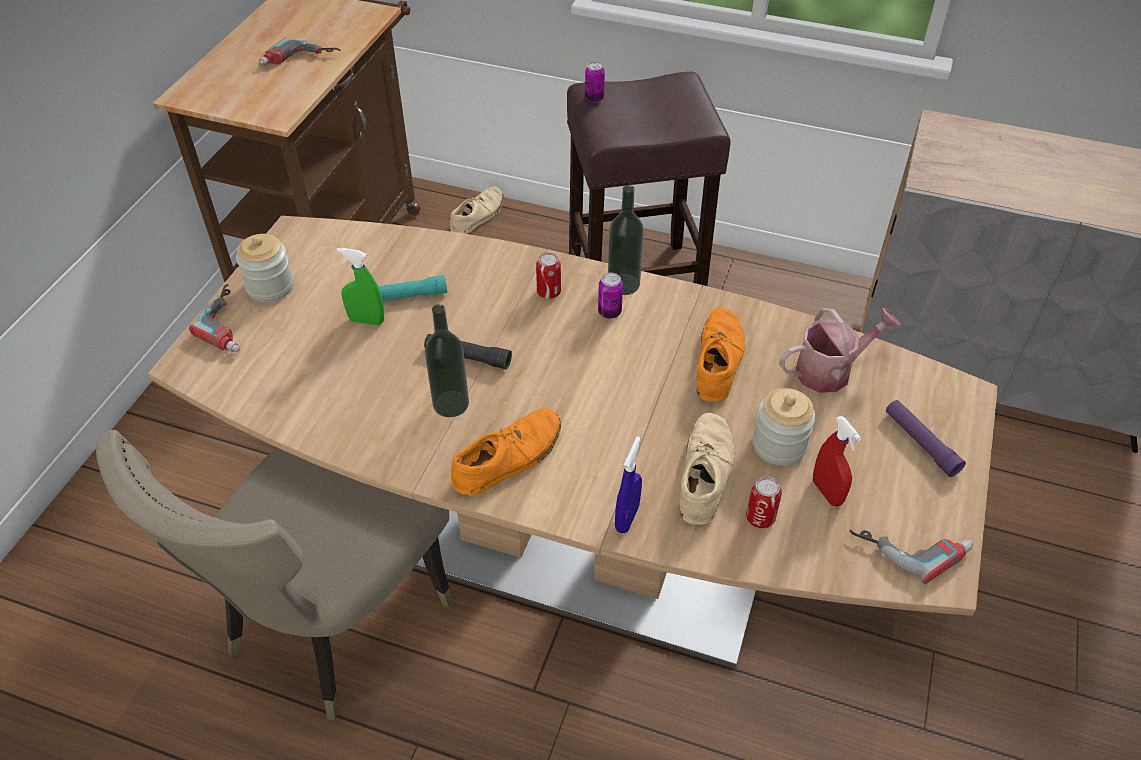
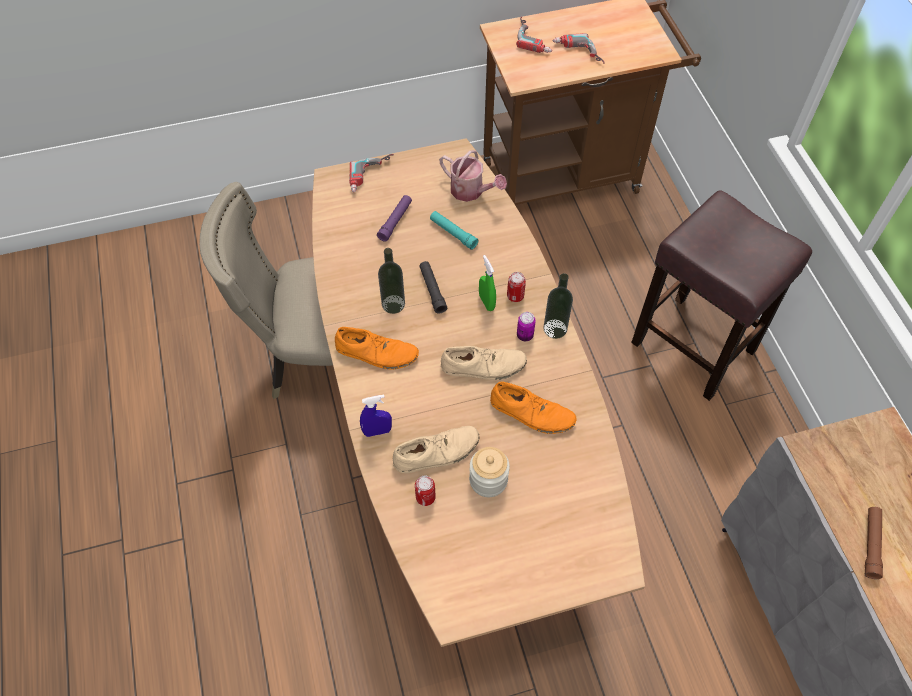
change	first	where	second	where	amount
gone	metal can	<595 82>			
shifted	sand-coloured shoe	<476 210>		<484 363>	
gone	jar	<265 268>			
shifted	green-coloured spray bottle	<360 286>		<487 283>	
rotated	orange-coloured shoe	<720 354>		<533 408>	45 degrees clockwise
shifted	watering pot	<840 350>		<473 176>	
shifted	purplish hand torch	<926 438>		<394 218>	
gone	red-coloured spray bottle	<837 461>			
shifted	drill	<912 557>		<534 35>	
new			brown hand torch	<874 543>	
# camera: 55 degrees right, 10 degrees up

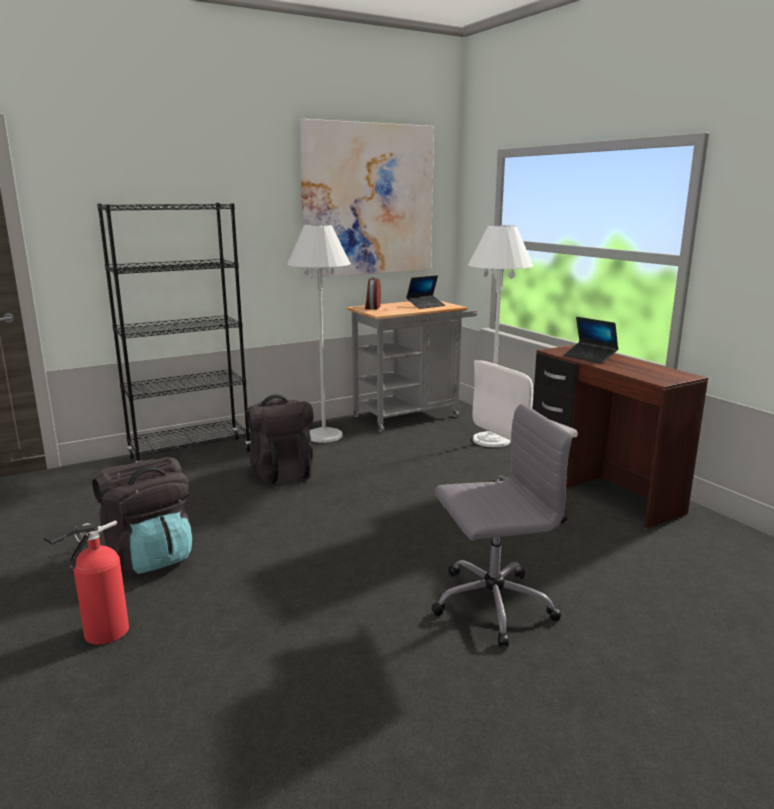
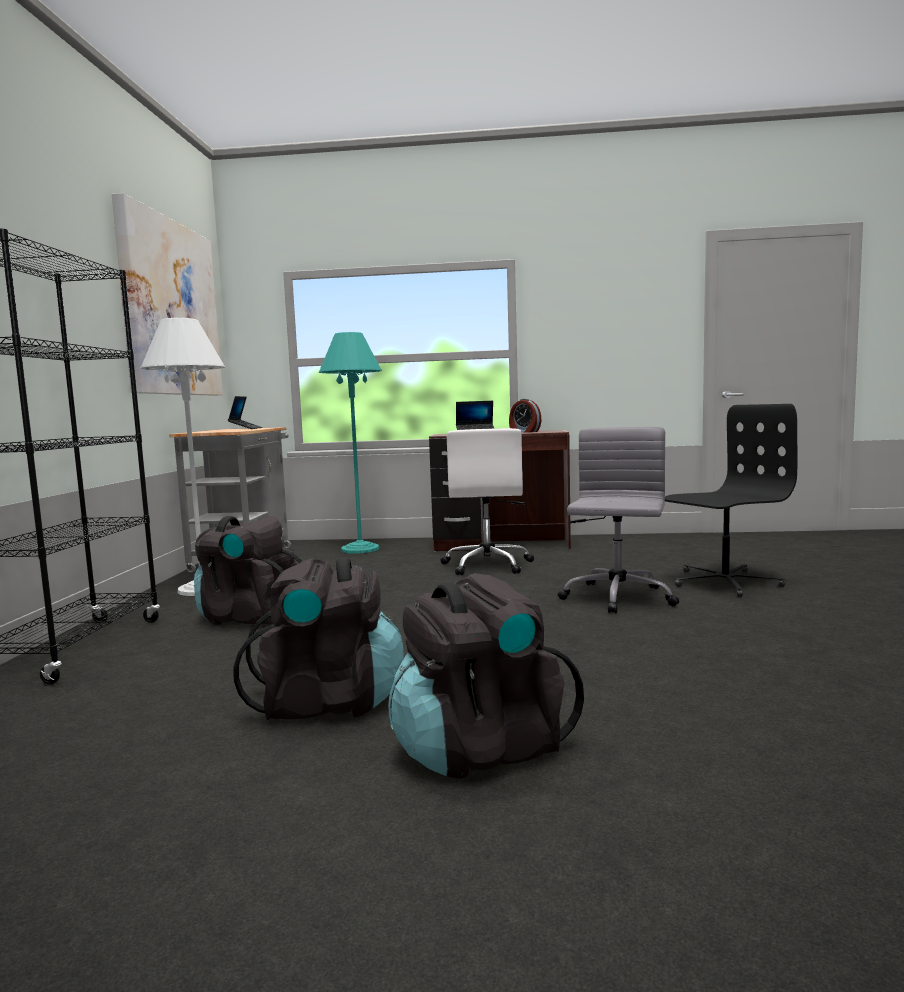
change	first	where	second	where	amount
repainted	white standard lamp	<500 336>	turquoise standard lamp	<350 443>	
shifted	bedside clock	<373 293>		<525 416>	
swapped	fire-fighting cylinder	<86 582>	black-coloured backpack	<486 676>	
new			black-coloured computer chair	<731 500>	
# camera: 55 degrees left, 10 degrees down

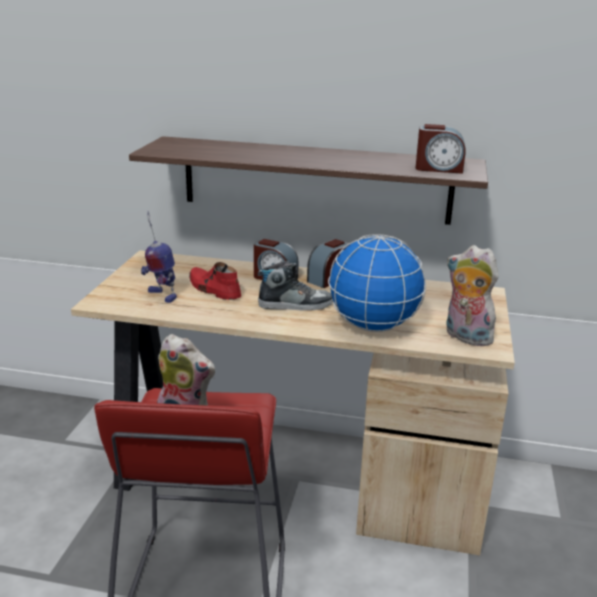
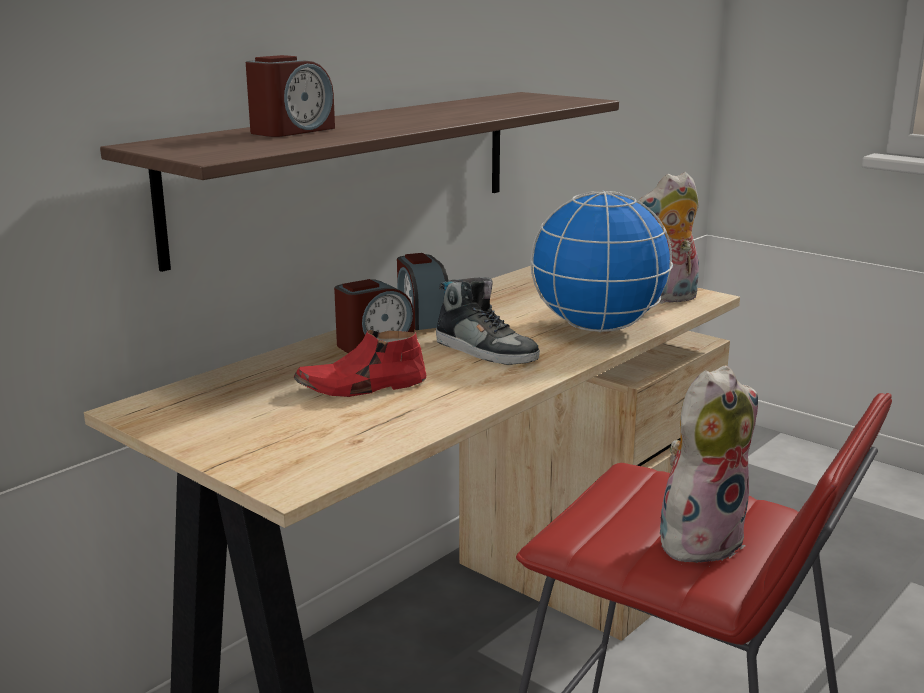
change	first	where	second	where	amount
shifted	bedside clock	<440 149>		<290 96>	
gone	toy robot	<159 257>			
rotated	shoe	<295 285>		<488 321>	105 degrees clockwise
# camera: 60 degrees left, 5 degrees down

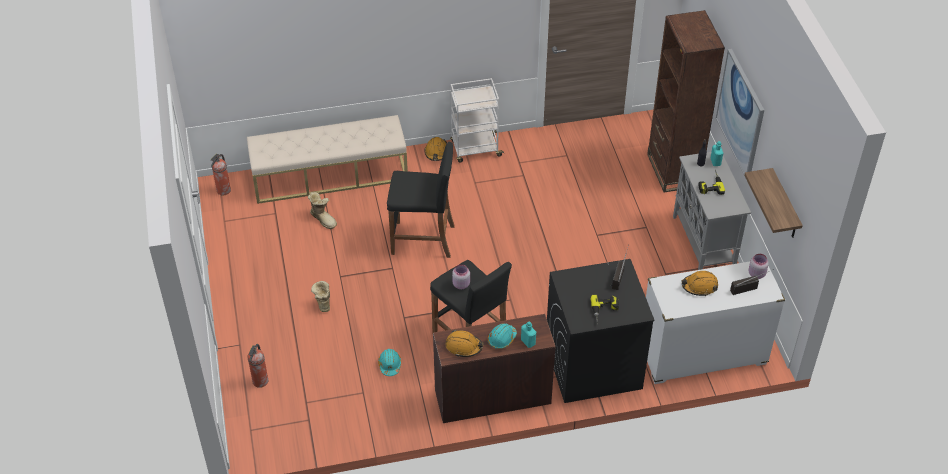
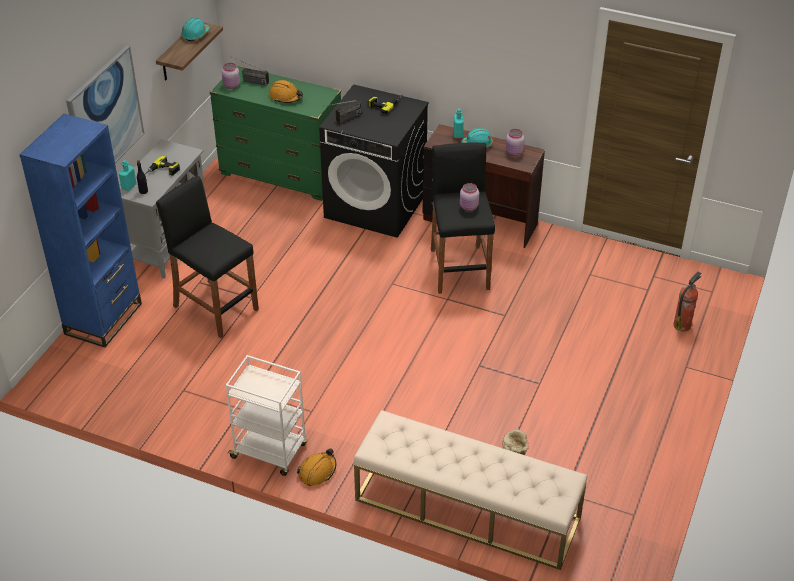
change	first	where	second	where	amount
repainted	brown bookcase	<686 101>	blue bookcase	<80 231>	
shifted	black-coloured stool seat	<421 200>		<207 257>	
gone	fire-fighting cylinder	<221 174>			
repainted	white dresser	<715 322>	green-coloured dresser	<275 133>	
gone	boot	<320 296>			
swapped	orange-coloured hard hat	<465 343>	pink jar	<515 142>	
shifted	turquoise hard hat	<389 362>		<195 29>	
# camera: 145 degrees left, 5 degrees down

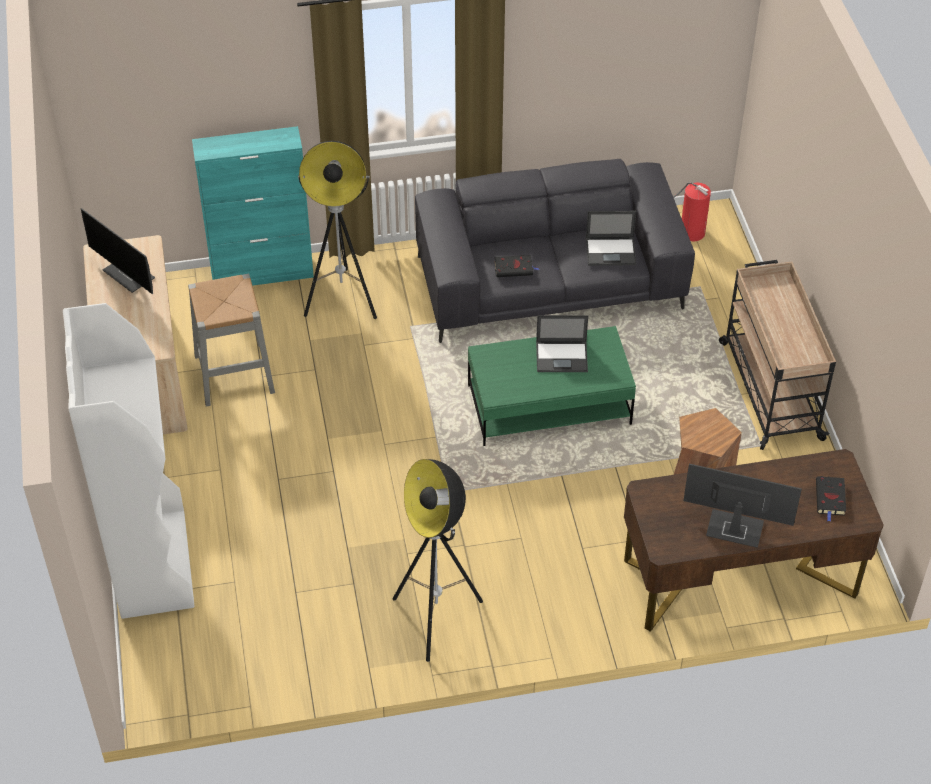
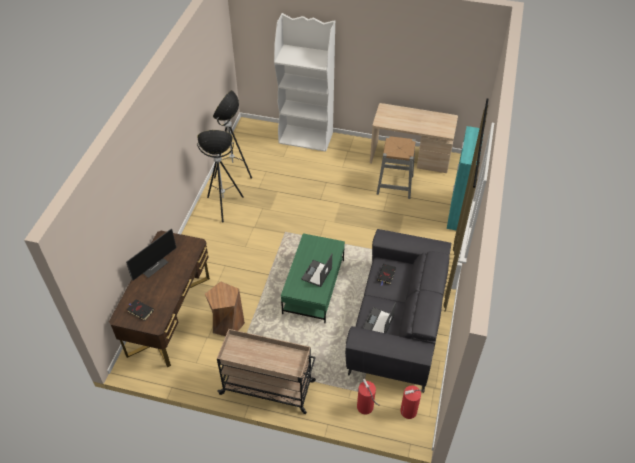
change	first	where	second	where	amount
shifted	standard lamp	<337 230>		<232 134>	
gone	computer screen	<118 251>			
new			fire-fighting cylinder	<368 396>	
# camera: 115 degrees right, 0 degrees up

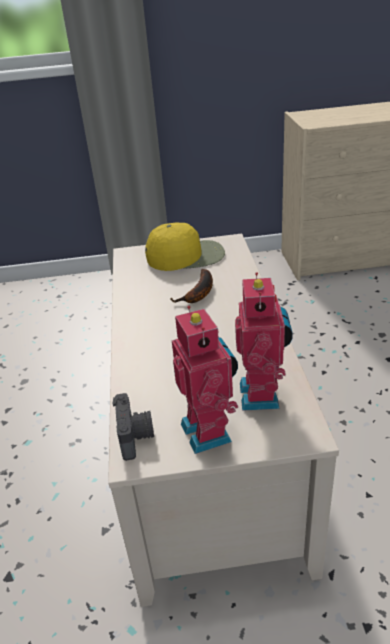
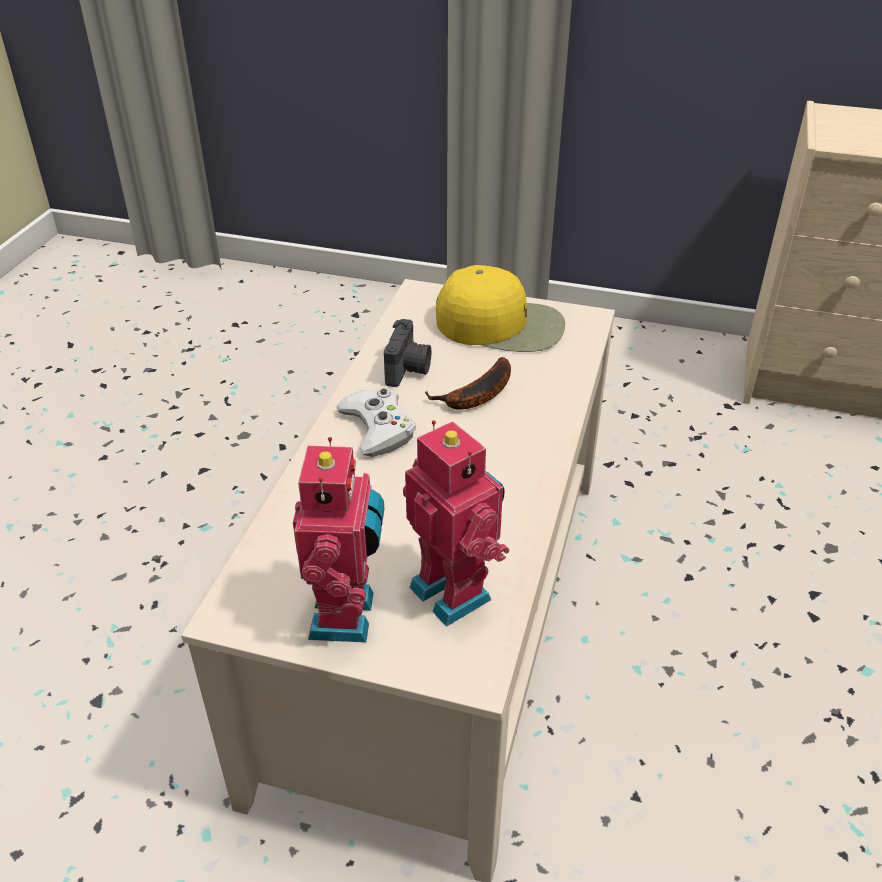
change	first	where	second	where	amount
rotated	toy robot	<264 341>		<456 523>	60 degrees counterclockwise
shifted	still camera	<133 427>		<407 353>	
new			white gamepad	<376 423>	
# camera: 20 degrees right, 5 degrees up

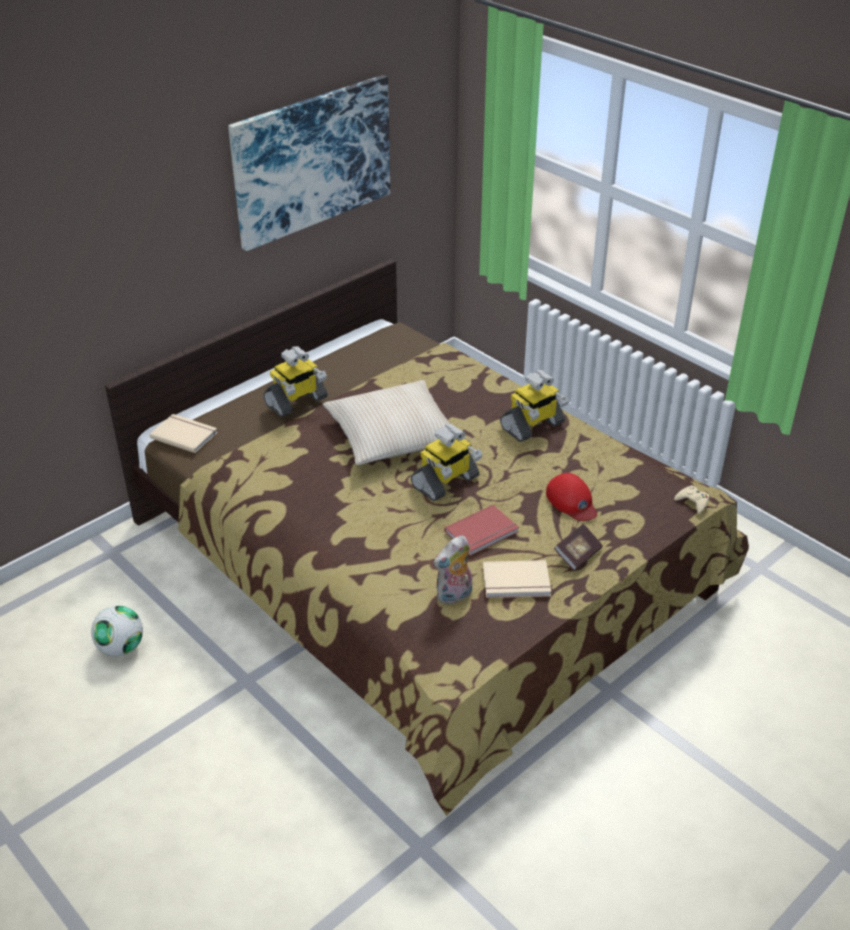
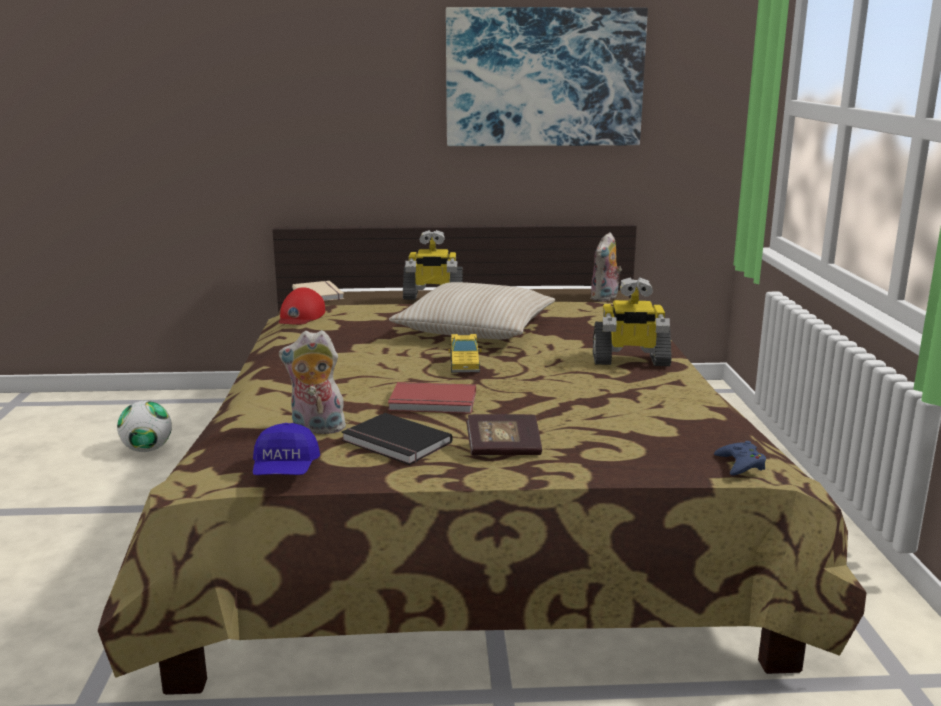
change	first	where	second	where	amount
swapped	toy robot	<446 462>	yellowish toy car	<465 353>	
shifted	red-coloured peaked cap	<571 497>		<302 306>	
repainted	sand-coloured gamepad	<692 499>	blue gamepad	<740 458>	
repainted	sand-coloured bound book	<517 579>	black-coloured bound book	<397 439>	
new			cuddly toy	<606 267>	
new			blue peaked cap	<286 449>	
# camera: 40 degrees right, 20 degrees down

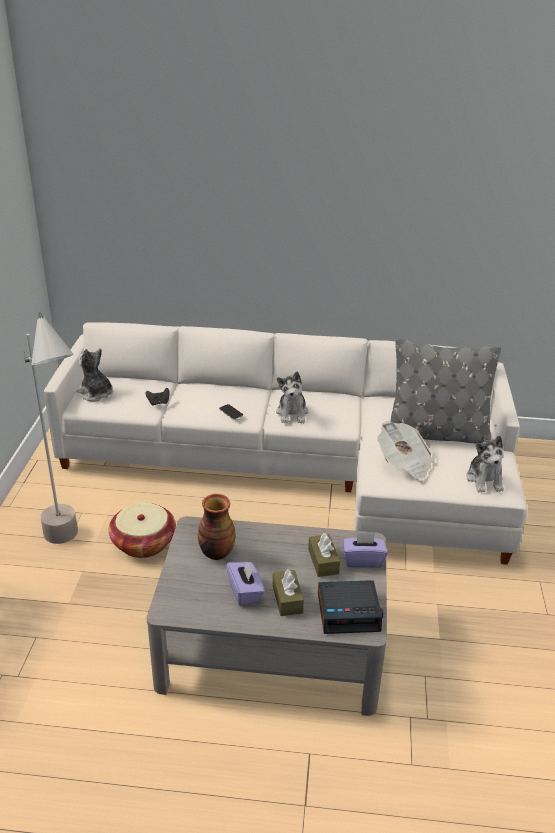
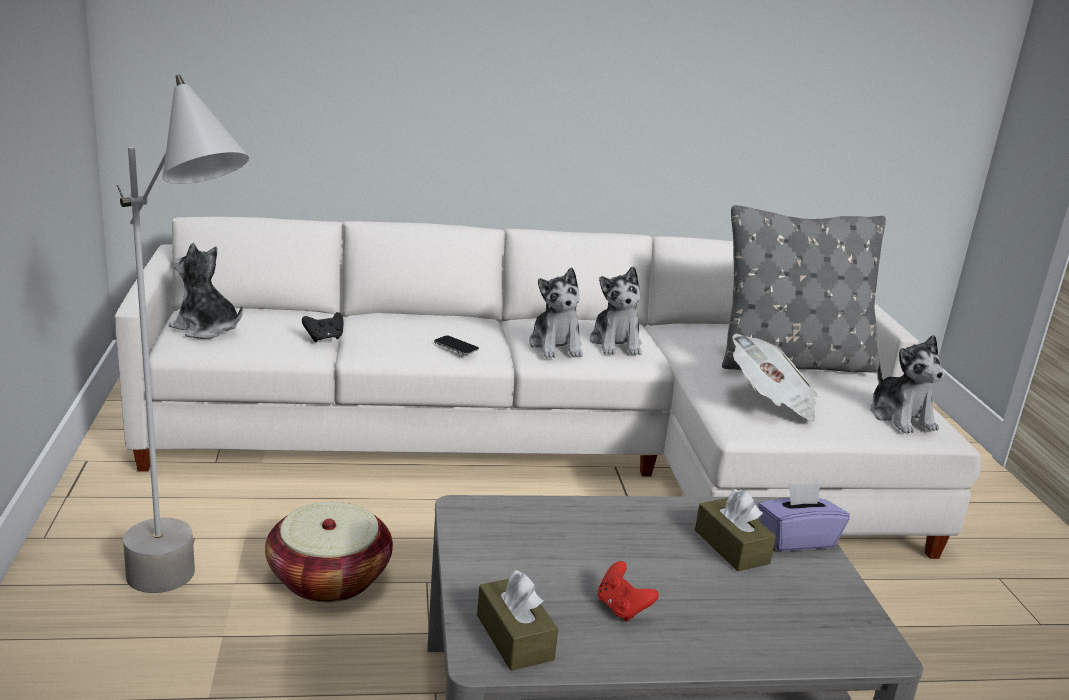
change	first	where	second	where	amount
gone	flower vase	<217 527>			
swapped	purplish tissue box	<245 583>	red-coloured gamepad	<628 591>	
shifted	brown tissue box	<288 592>		<517 620>	
gone	bedside clock	<350 607>			
new			cuddly toy	<616 310>	
# camera: 15 degrees left, 10 degrees down

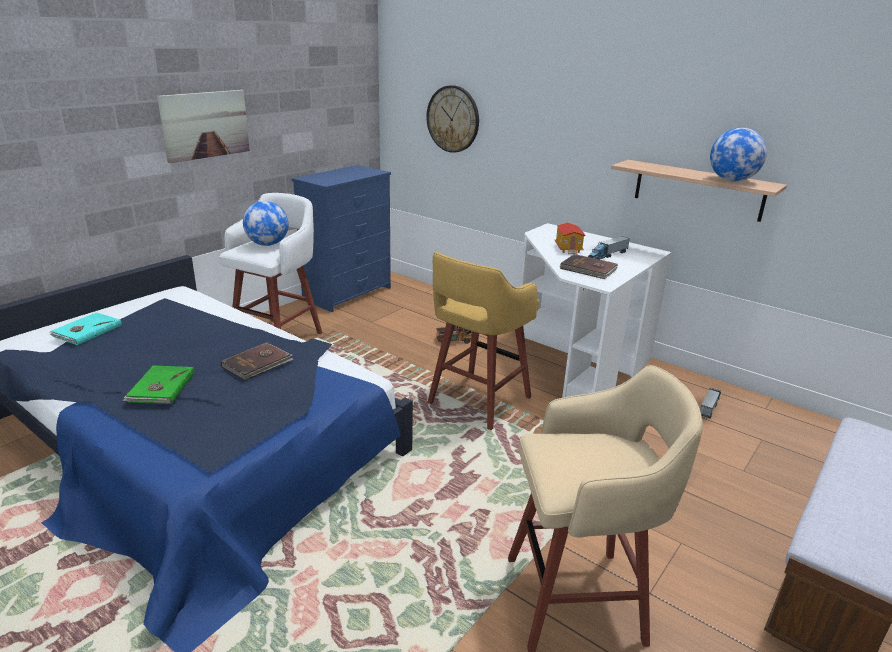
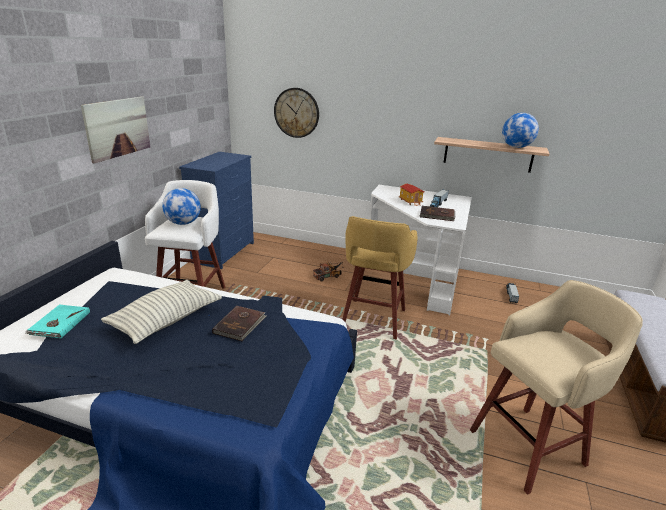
change	first	where	second	where	amount
gone	green-coloured bound book	<159 385>			
new			throw pillow	<161 312>	
# camera: 20 degrees left, 0 degrees up

